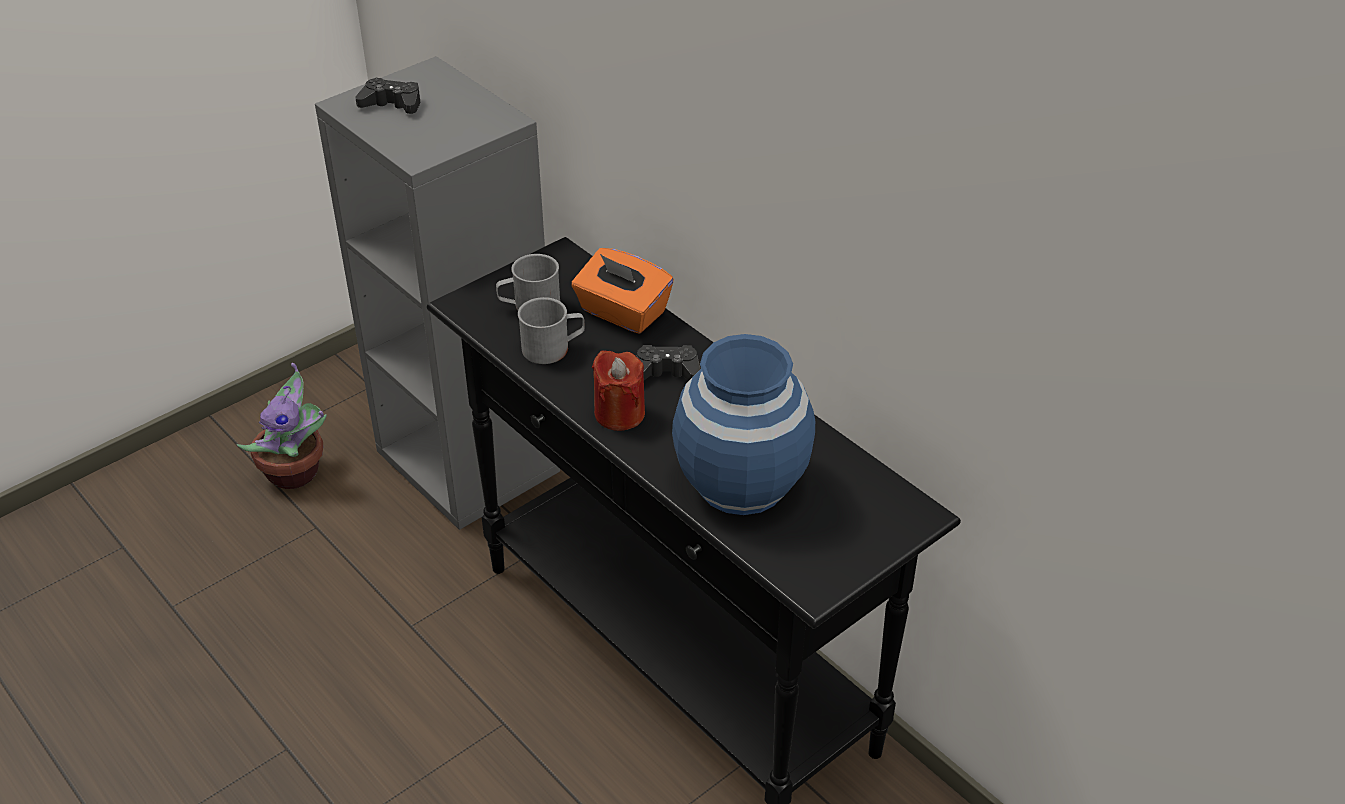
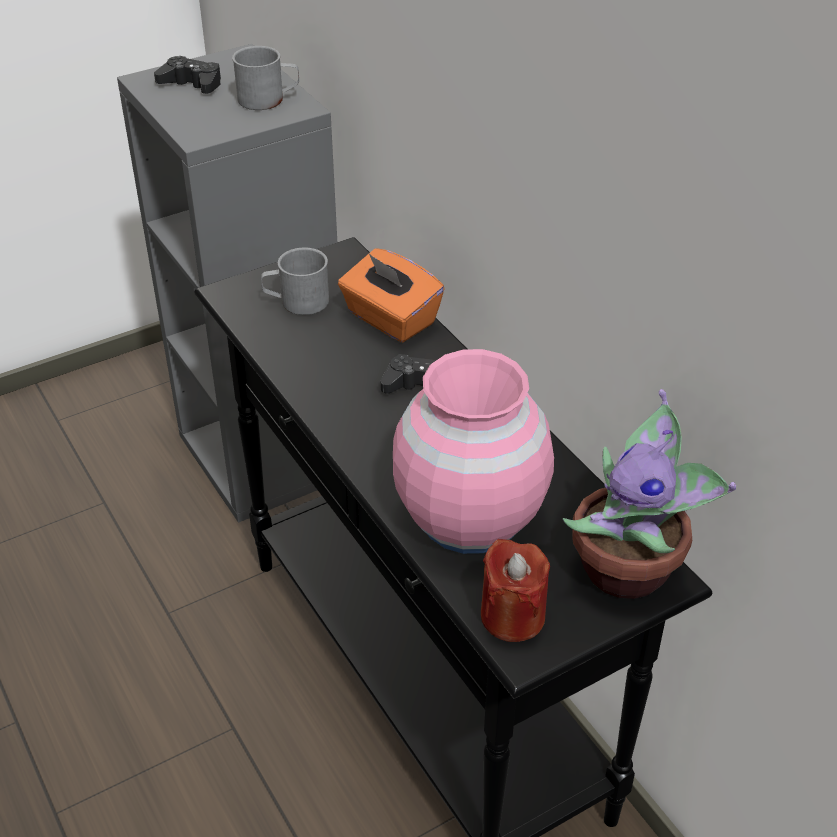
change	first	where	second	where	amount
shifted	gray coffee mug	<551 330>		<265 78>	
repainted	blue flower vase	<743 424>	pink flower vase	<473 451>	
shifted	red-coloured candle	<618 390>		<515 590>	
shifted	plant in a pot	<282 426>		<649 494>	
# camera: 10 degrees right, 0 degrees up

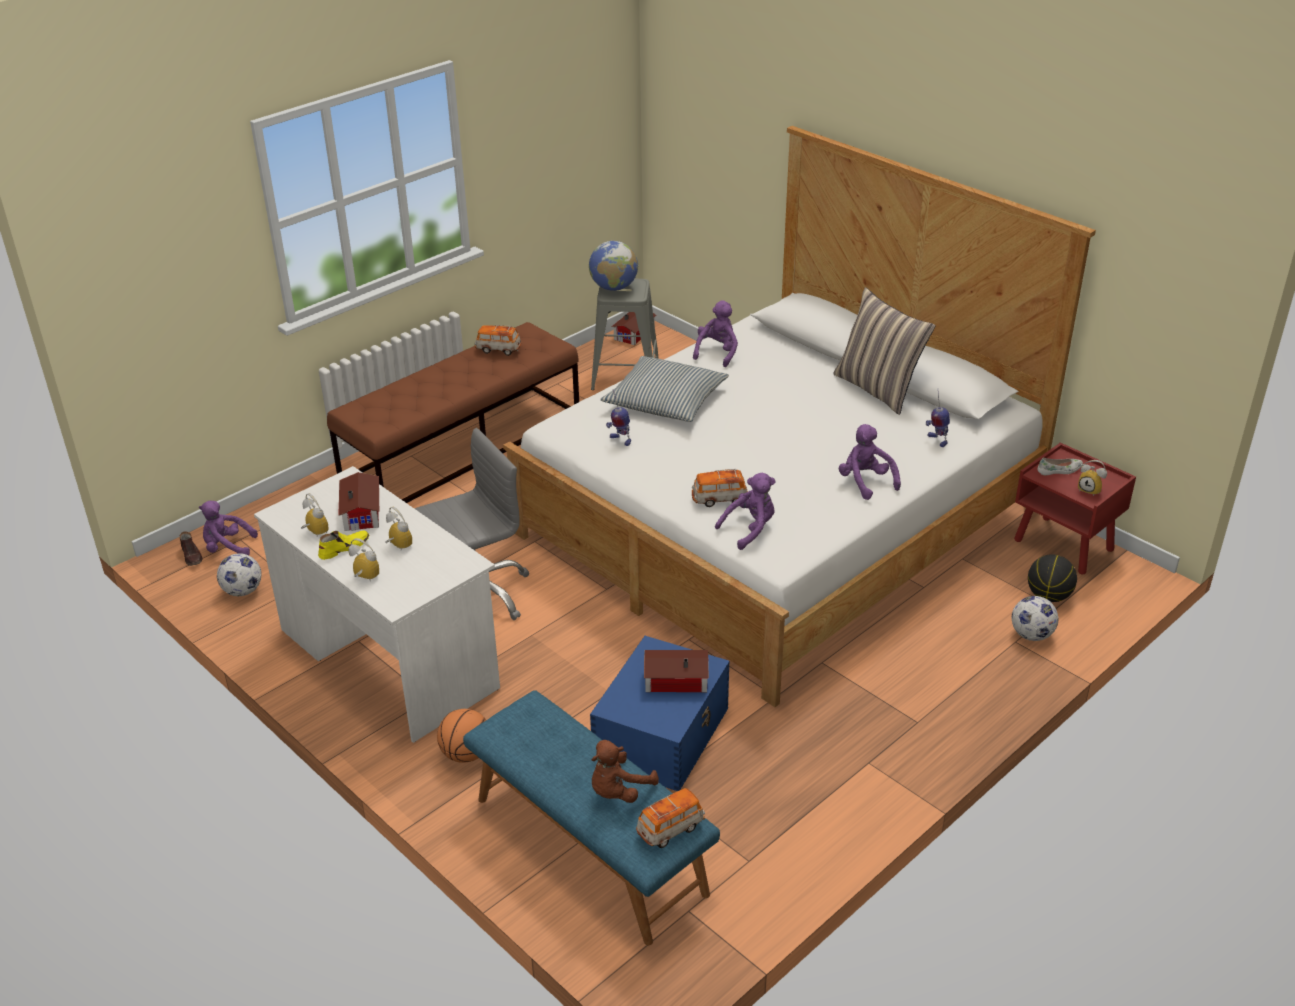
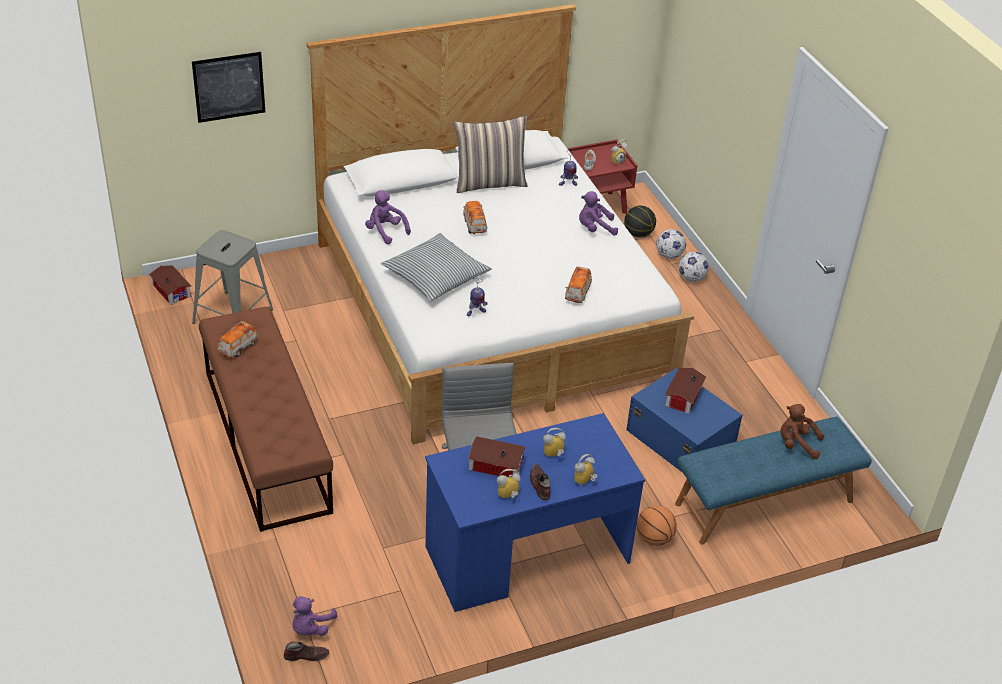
change	first	where	second	where	amount
gone	world globe	<613 266>			
repainted	white desk unit	<377 604>	blue desk unit	<535 512>	
gone	purplish cuddly toy	<745 511>			
repainted	yellowish shoe	<343 545>	brown shoe	<540 482>	
shifted	football	<239 574>		<694 267>	
rotated	brown cuddly toy	<625 771>		<802 431>	135 degrees clockwise
shifted	toy car	<670 818>		<475 217>	
new			wall picture	<228 87>	
# camera: 70 degrees left, 5 degrees up

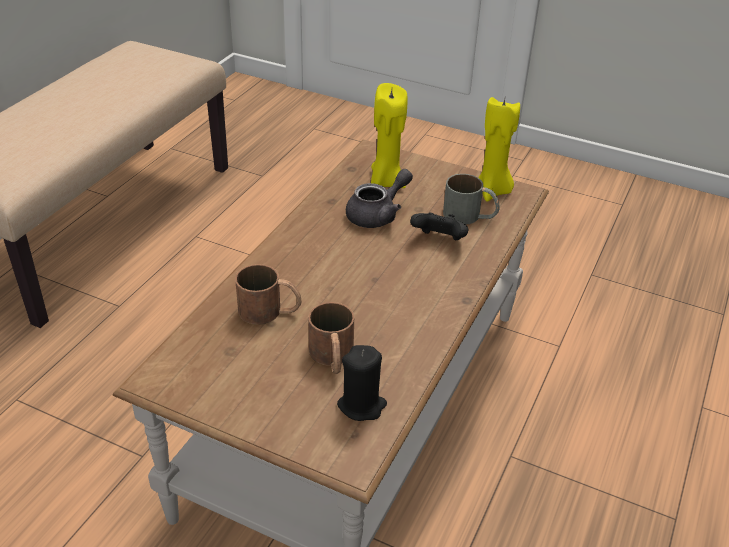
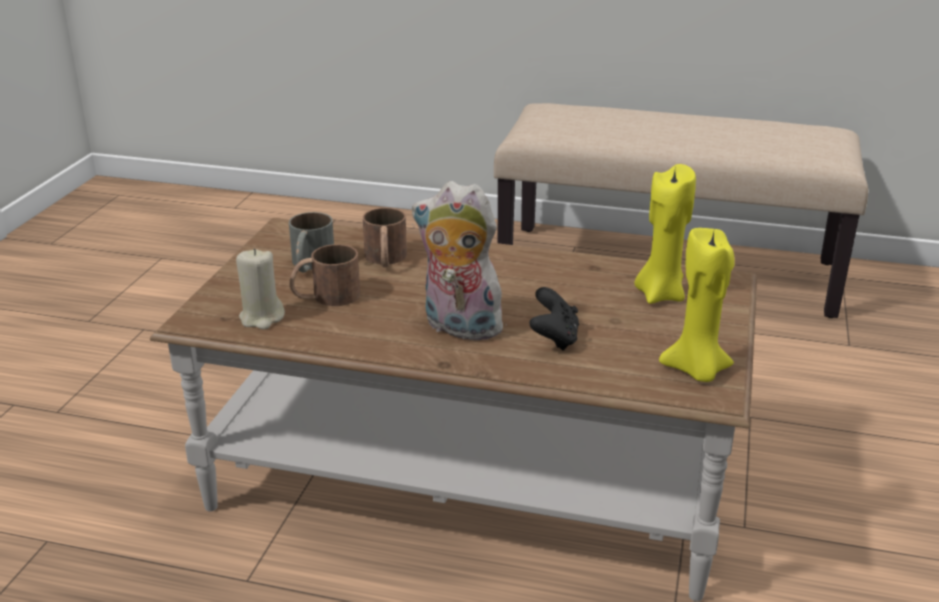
change	first	where	second	where	amount
gone	gray pot for tea	<379 198>			
shifted	gray coffee mug	<471 199>		<311 242>	
repainted	black-coloured candle	<362 383>	sand-coloured candle	<260 288>	
new			cuddly toy	<460 262>	
# camera: 80 degrees right, 10 degrees down

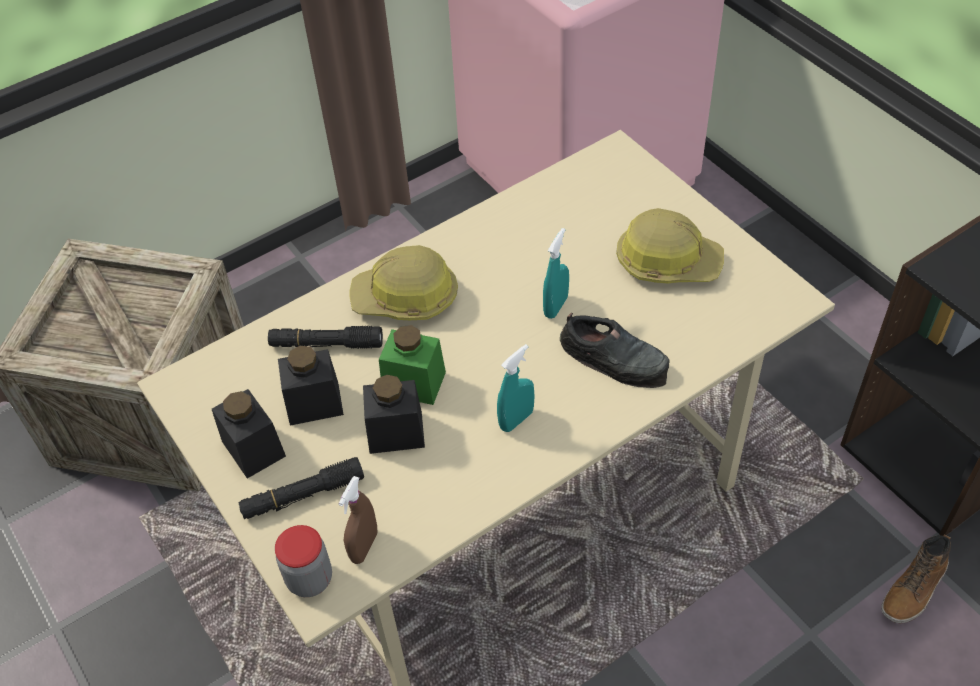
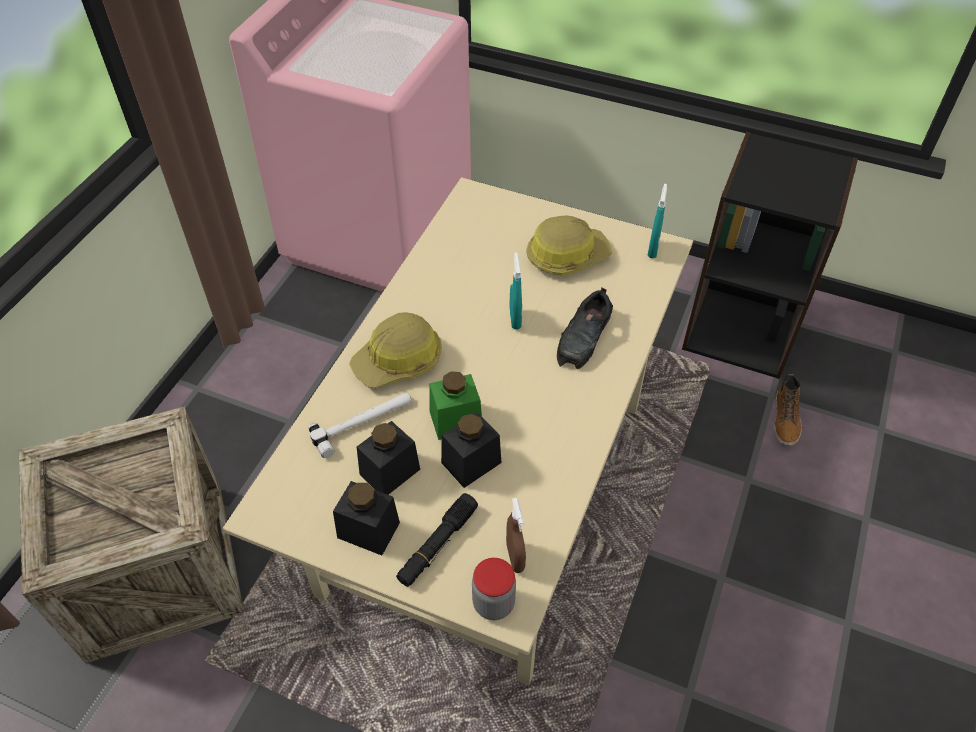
change	first	where	second	where	amount
rotated	black-coloured shoe	<615 350>		<585 328>	120 degrees clockwise
swapped	black-coloured hand torch	<325 337>	hammer	<360 425>	
shifted	turquoise spray bottle	<515 388>		<657 221>	
# camera: 35 degrees left, 0 degrees up

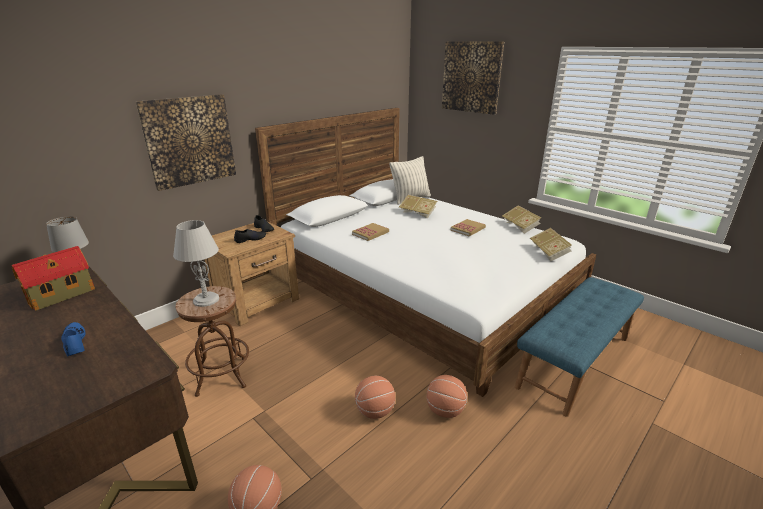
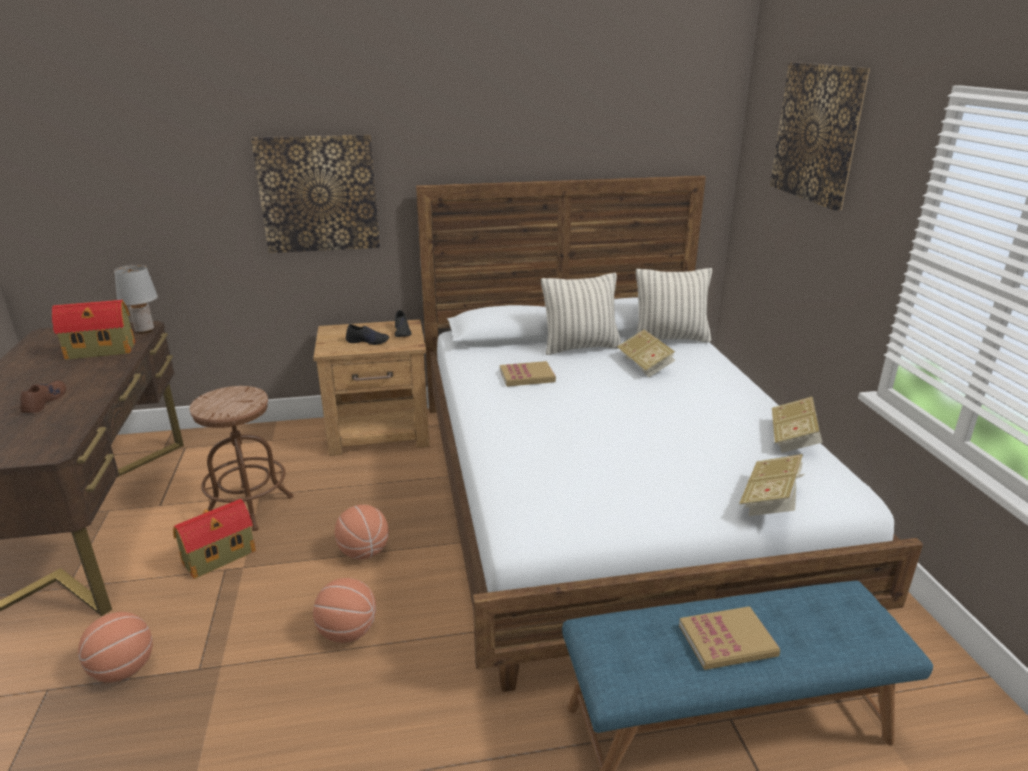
change	first	where	second	where	amount
shifted	bound book	<468 227>		<729 638>	
gone	gray lamp for a table	<196 263>			
repainted	blue shoe	<73 339>	brown shoe	<43 396>	
shifted	ball for basketball	<447 396>		<362 532>	
new			throw pillow	<581 314>	
new			model house	<214 539>	
# camera: 35 degrees right, 0 degrees up

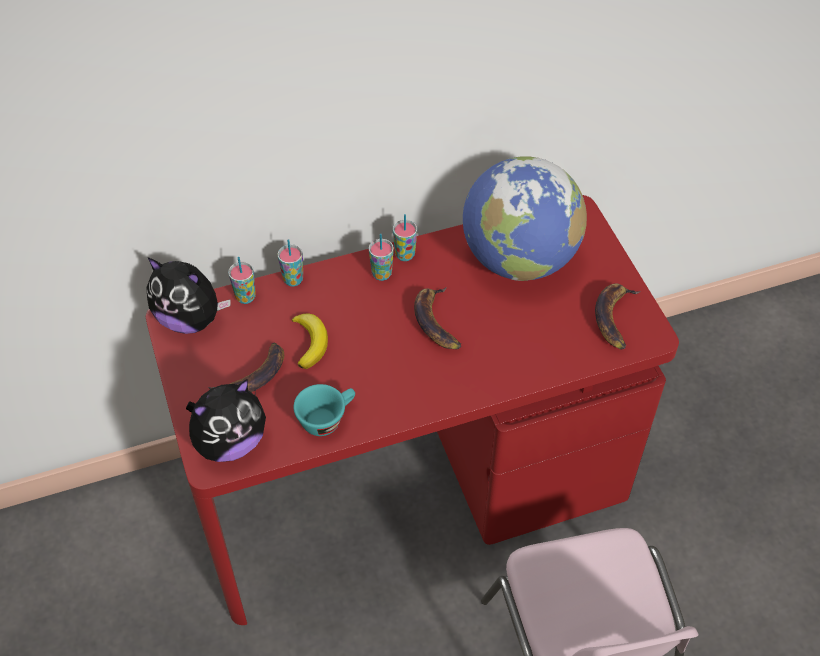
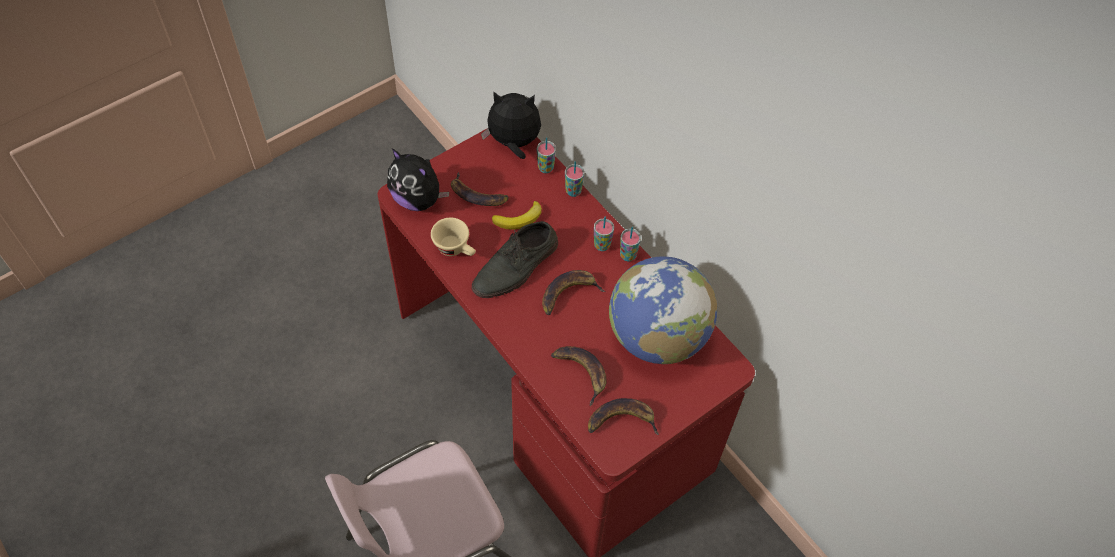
change	first	where	second	where	amount
rotated	cuddly toy	<188 295>		<511 125>	90 degrees clockwise
repainted	turquoise small cup	<324 410>	sand-coloured small cup	<453 237>	
new			gray shoe	<515 259>	
new			banana fruit	<578 376>	
# camera: 70 degrees right, 5 degrees up

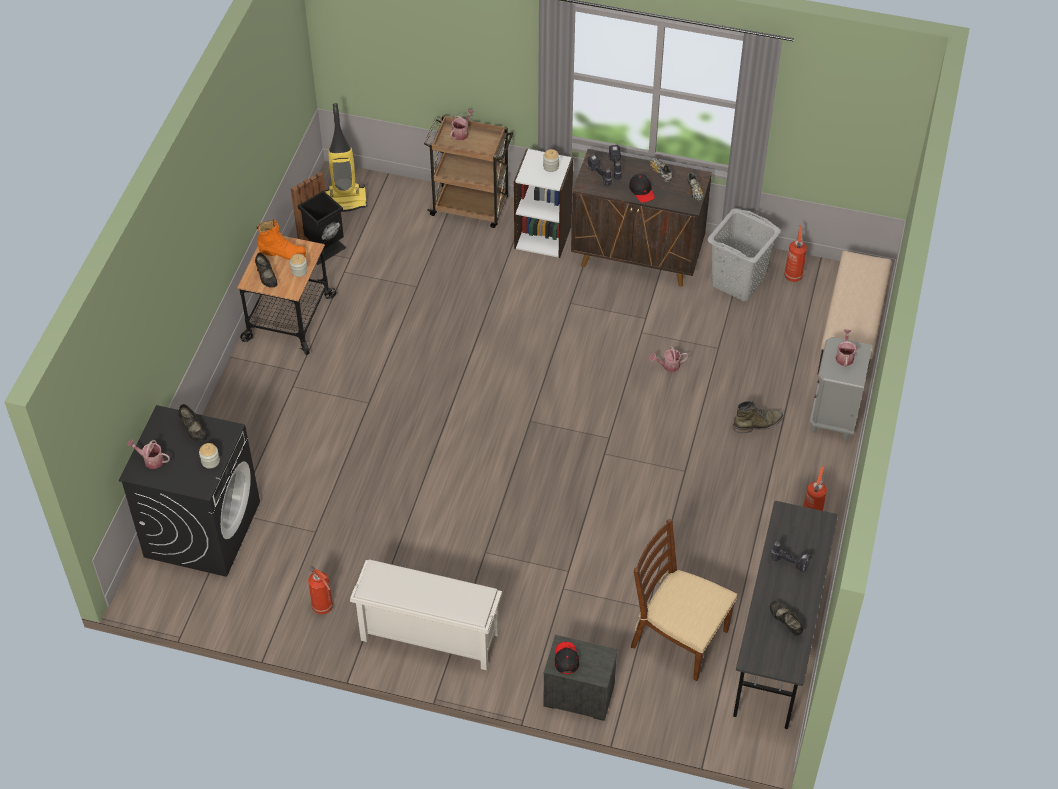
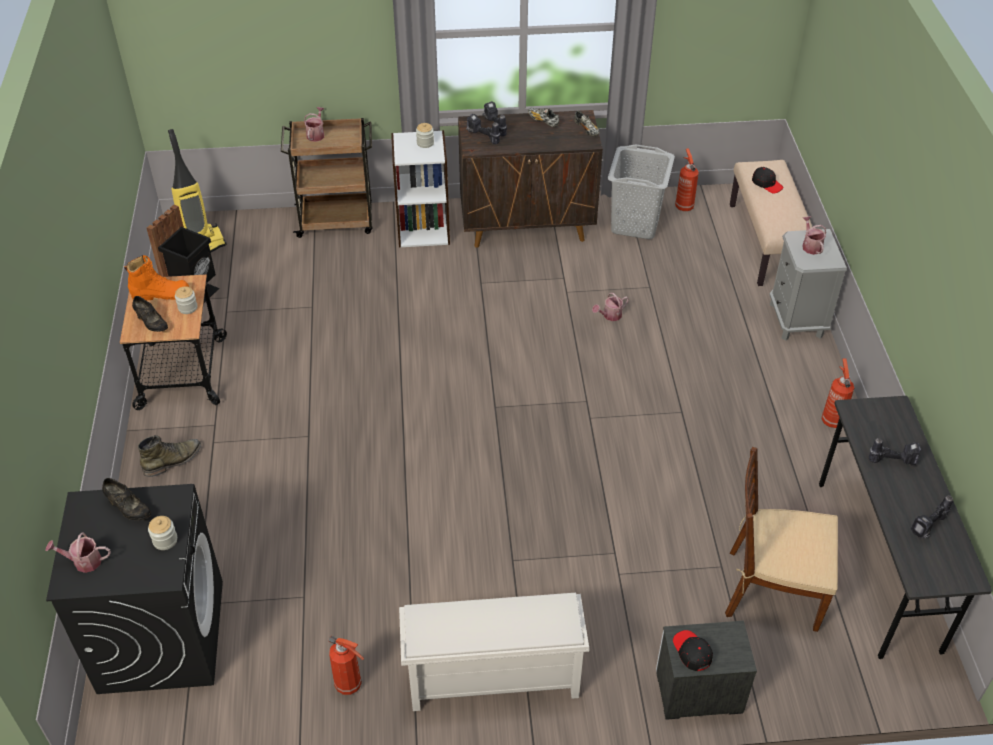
change	first	where	second	where	amount
shifted	black-coloured peaked cap	<642 188>		<768 180>	
shifted	green-coloured boot	<758 417>		<169 456>	
swapped	black-coloured shoe	<786 618>	drill	<932 517>	
# camera: 20 degrees left, 5 degrees down

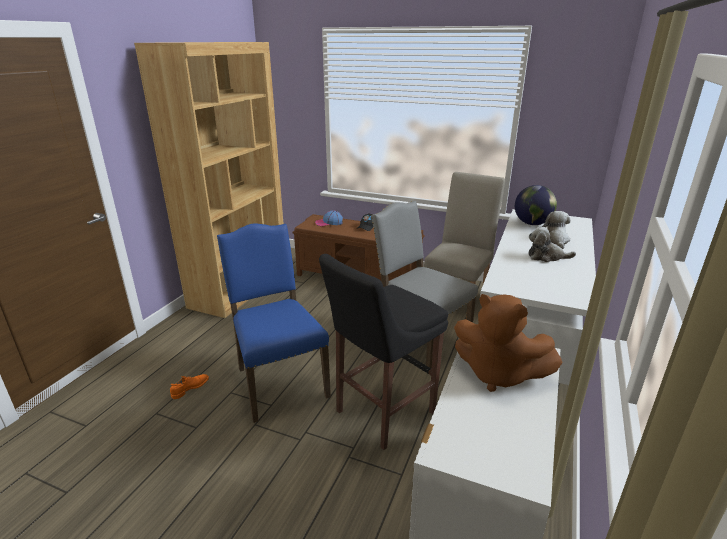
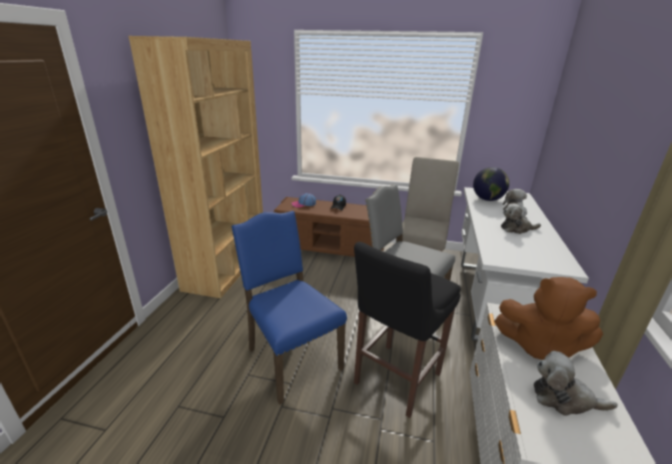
change	first	where	second	where	amount
gone	orange-coloured shoe	<189 386>			
new			cuddly toy	<576 383>	
# camera: 10 degrees left, 0 degrees up

